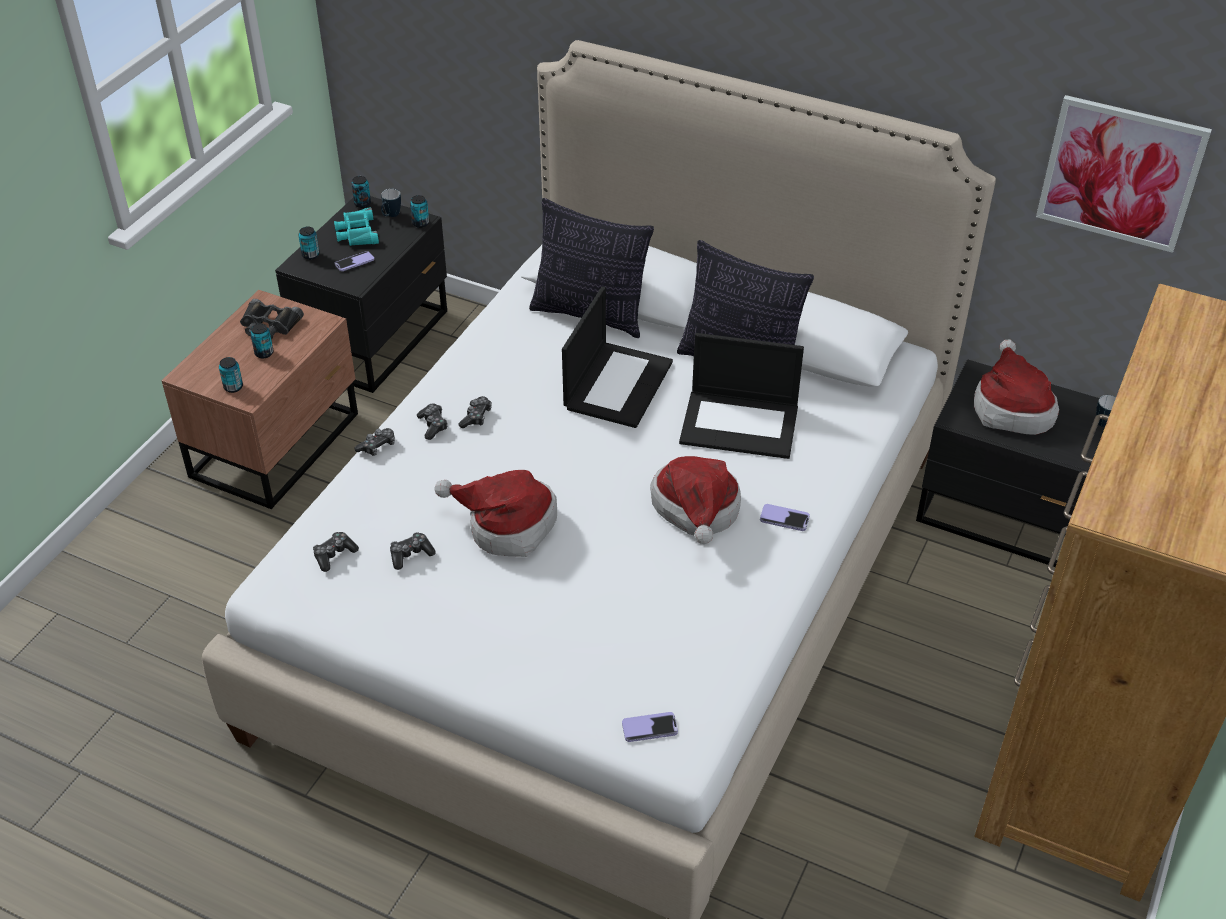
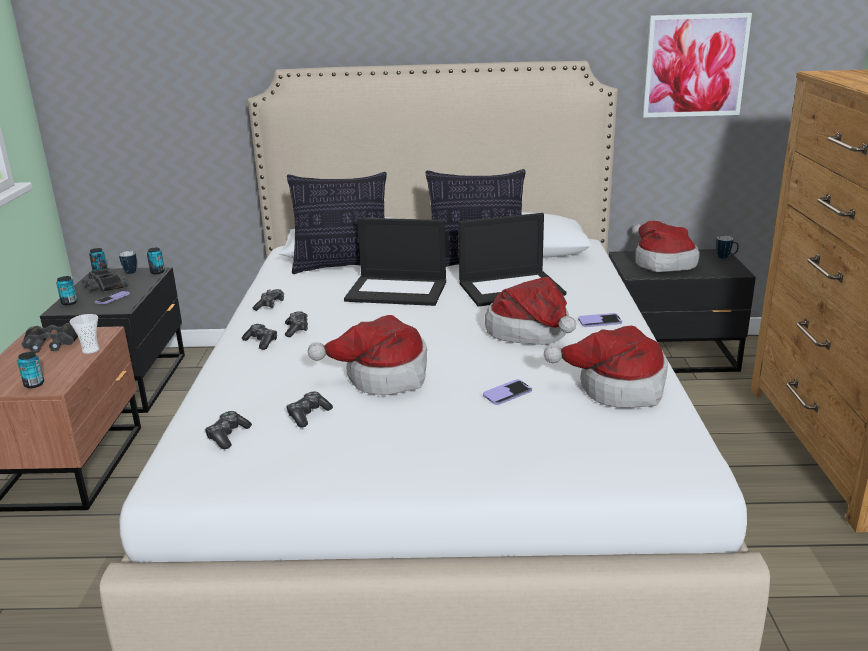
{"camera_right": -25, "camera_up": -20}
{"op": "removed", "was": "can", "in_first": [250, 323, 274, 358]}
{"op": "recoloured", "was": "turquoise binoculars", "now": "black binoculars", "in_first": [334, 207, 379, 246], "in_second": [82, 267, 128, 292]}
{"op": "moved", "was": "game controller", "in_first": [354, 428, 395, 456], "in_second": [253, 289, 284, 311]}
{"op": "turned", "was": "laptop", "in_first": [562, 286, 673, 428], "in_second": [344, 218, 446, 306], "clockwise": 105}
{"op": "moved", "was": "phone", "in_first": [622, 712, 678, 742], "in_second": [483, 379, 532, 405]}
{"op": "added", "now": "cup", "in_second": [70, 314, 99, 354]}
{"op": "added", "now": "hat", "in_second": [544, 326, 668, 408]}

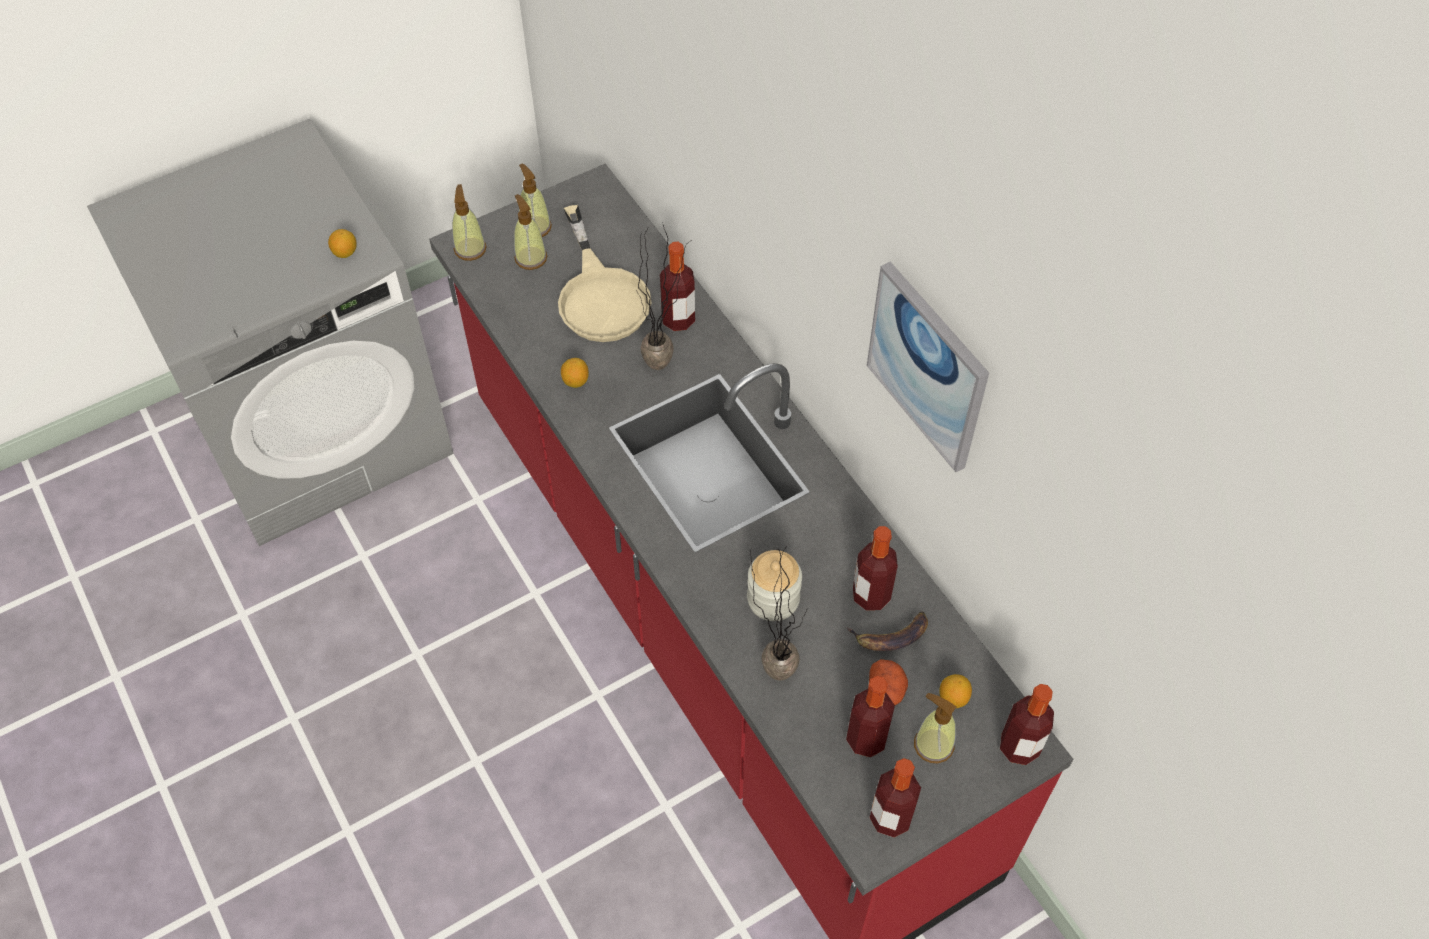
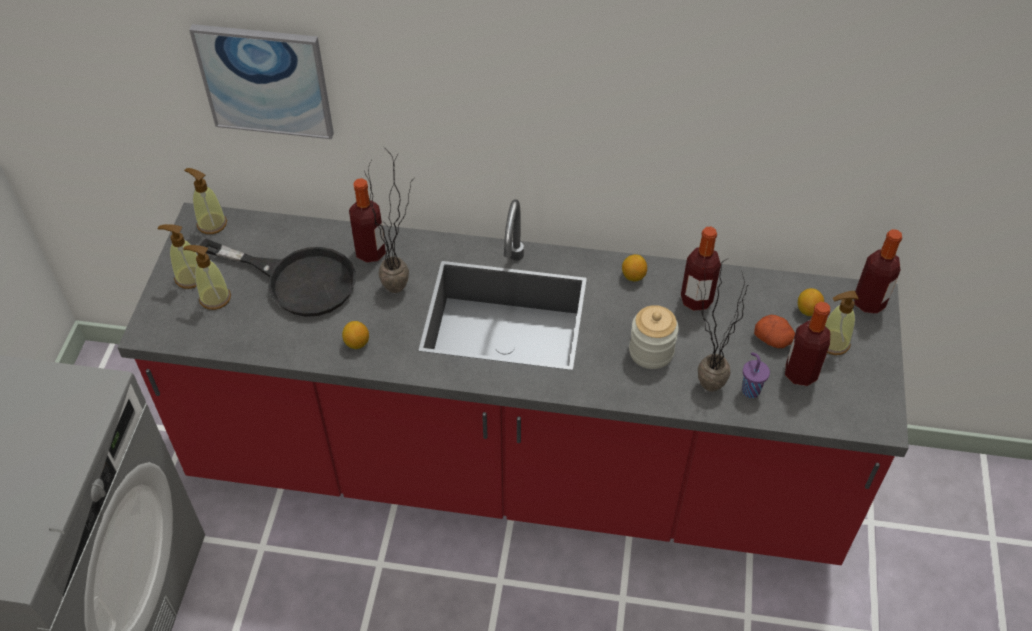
{"camera_right": -50, "camera_up": -5}
{"op": "moved", "was": "lemon", "in_first": [328, 229, 357, 258], "in_second": [622, 254, 647, 281]}
{"op": "moved", "was": "soap dispenser", "in_first": [452, 184, 487, 261], "in_second": [184, 168, 227, 234]}
{"op": "recoloured", "was": "beige frying pan", "now": "black frying pan", "in_first": [558, 205, 652, 342], "in_second": [200, 239, 356, 317]}
{"op": "removed", "was": "banana", "in_first": [847, 611, 928, 651]}
{"op": "moved", "was": "picture", "in_first": [867, 262, 989, 472], "in_second": [189, 24, 334, 139]}
{"op": "removed", "was": "bottle", "in_first": [870, 758, 921, 837]}
{"op": "added", "now": "purple cup", "in_second": [742, 352, 770, 398]}

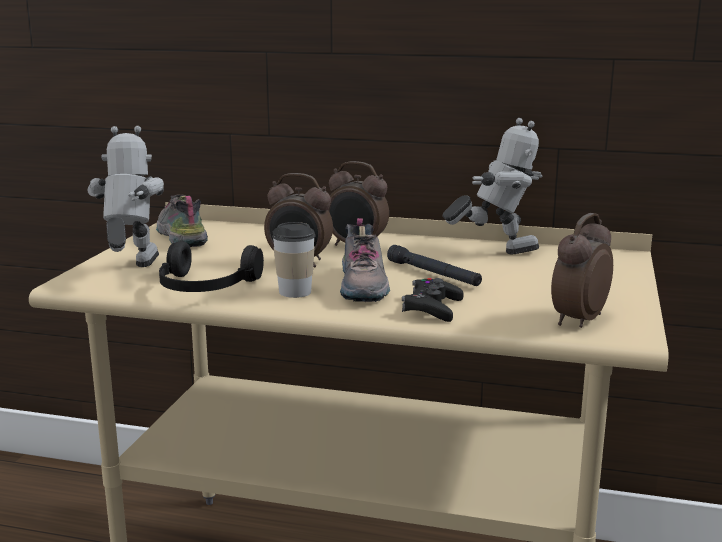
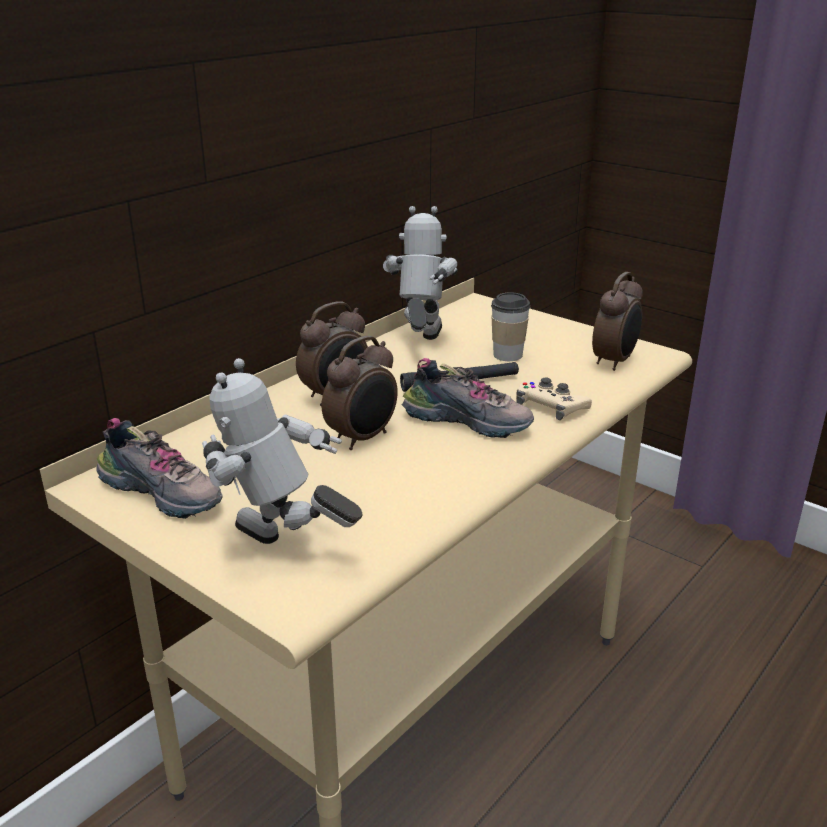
{"camera_right": -65, "camera_up": 10}
{"op": "turned", "was": "shoe", "in_first": [156, 194, 208, 247], "in_second": [97, 418, 222, 519], "clockwise": -150}
{"op": "removed", "was": "black headphones", "in_first": [159, 241, 264, 292]}
{"op": "moved", "was": "cup", "in_first": [272, 222, 316, 298], "in_second": [491, 292, 530, 361]}
{"op": "recoloured", "was": "black game controller", "now": "beige game controller", "in_first": [402, 278, 463, 322], "in_second": [516, 377, 592, 420]}
{"op": "turned", "was": "alarm clock", "in_first": [551, 213, 613, 328], "in_second": [592, 272, 643, 371], "clockwise": -120}

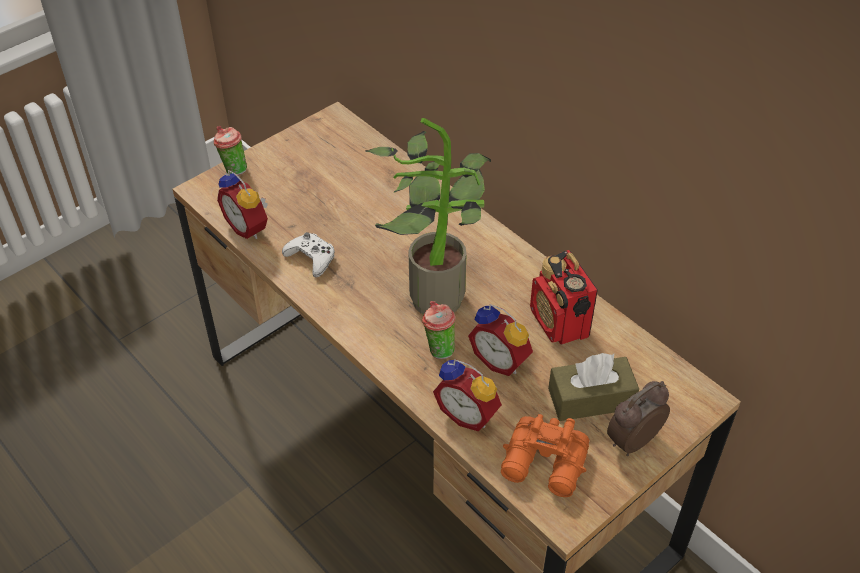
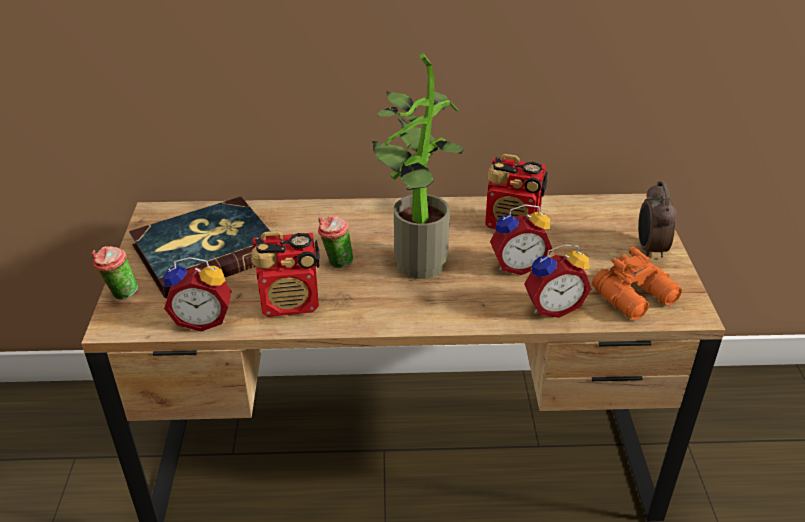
{"camera_right": -50, "camera_up": -10}
{"op": "replaced", "was": "white game controller", "now": "radio", "in_first": [282, 232, 335, 277], "in_second": [251, 231, 320, 317]}
{"op": "moved", "was": "cup", "in_first": [422, 301, 455, 359], "in_second": [318, 215, 354, 268]}
{"op": "removed", "was": "brown tissue box", "in_first": [548, 353, 639, 421]}
{"op": "added", "now": "book", "in_second": [129, 197, 270, 298]}

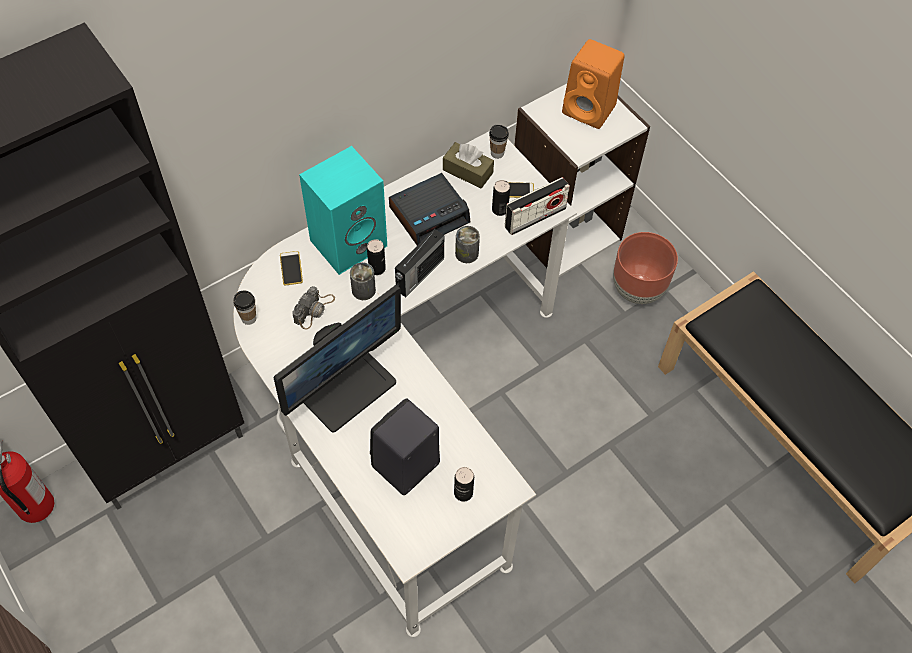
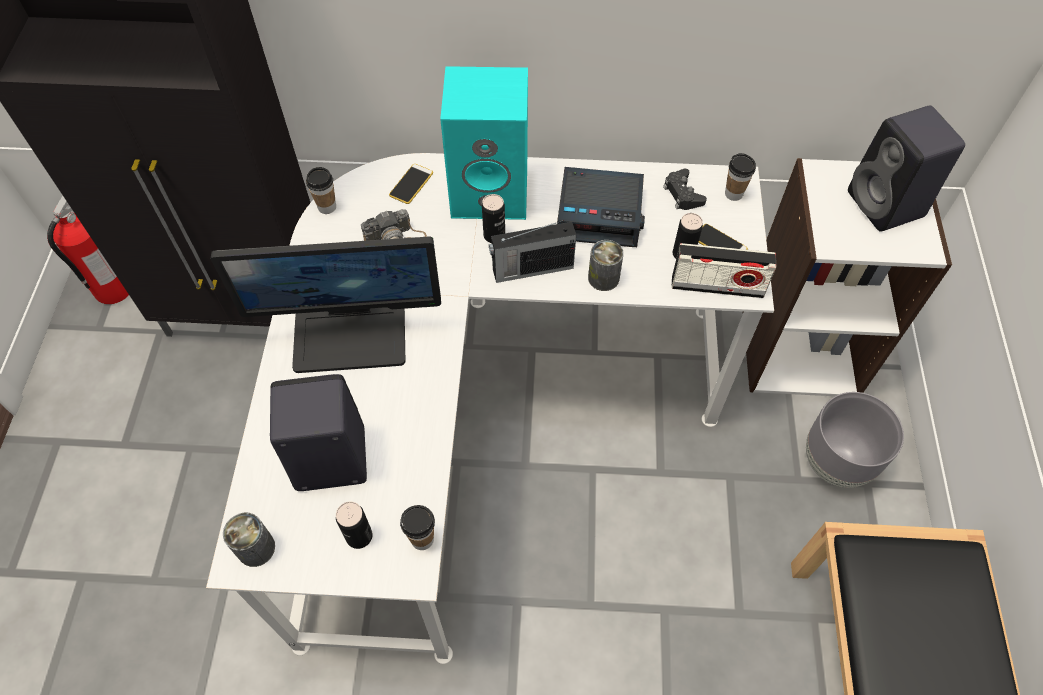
{"camera_right": 40, "camera_up": 0}
{"op": "moved", "was": "can", "in_first": [350, 262, 376, 300], "in_second": [223, 513, 275, 567]}
{"op": "replaced", "was": "brown tissue box", "now": "black game controller", "in_first": [443, 142, 494, 188], "in_second": [663, 169, 707, 210]}
{"op": "recoloured", "was": "orange speaker", "now": "black speaker", "in_first": [562, 39, 625, 129], "in_second": [848, 106, 965, 232]}
{"op": "recoloured", "was": "brown planter", "now": "grey planter", "in_first": [613, 232, 678, 304], "in_second": [806, 392, 904, 488]}
{"op": "added", "now": "cup", "in_second": [400, 505, 435, 550]}

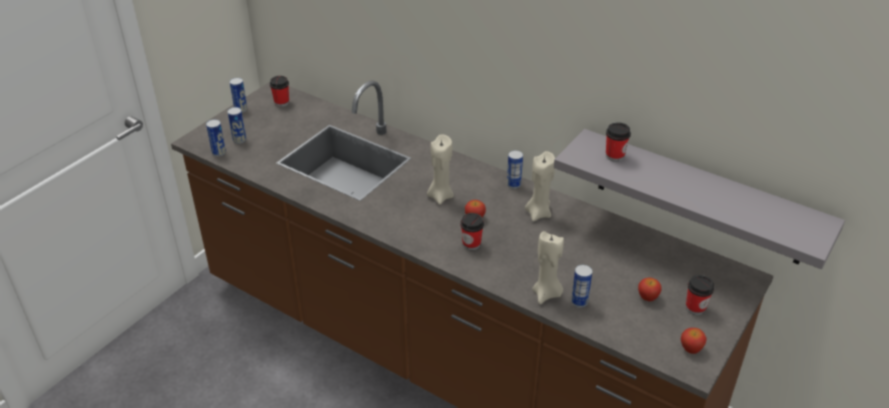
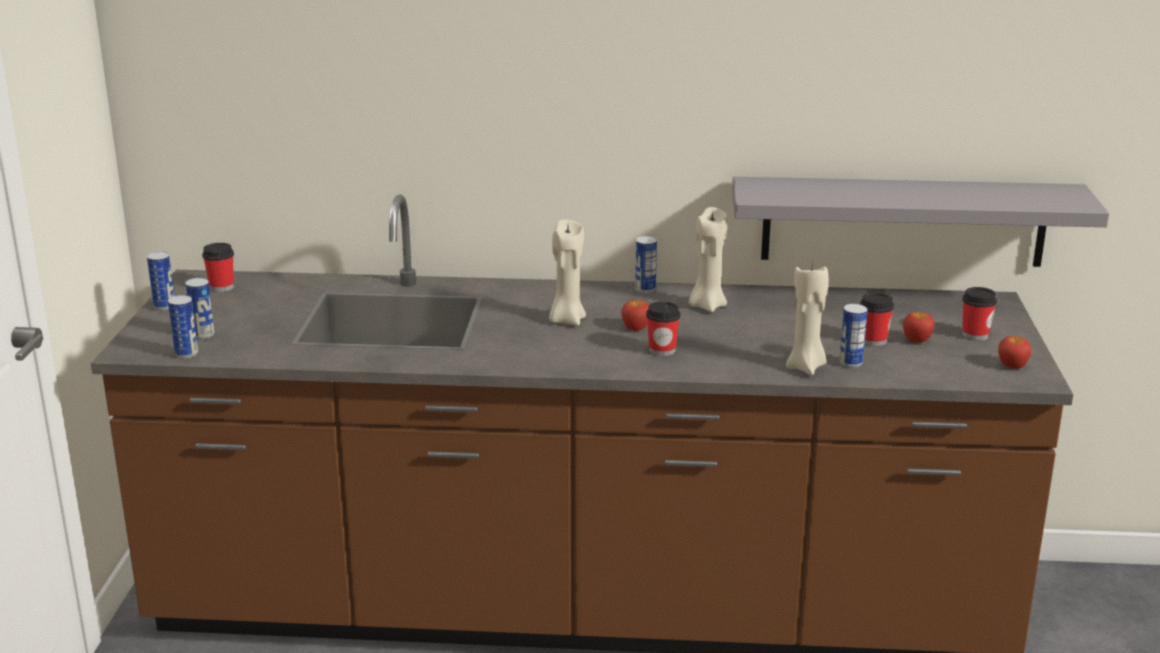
{"camera_right": -30, "camera_up": -15}
{"op": "moved", "was": "cup", "in_first": [606, 122, 631, 162], "in_second": [860, 292, 894, 346]}

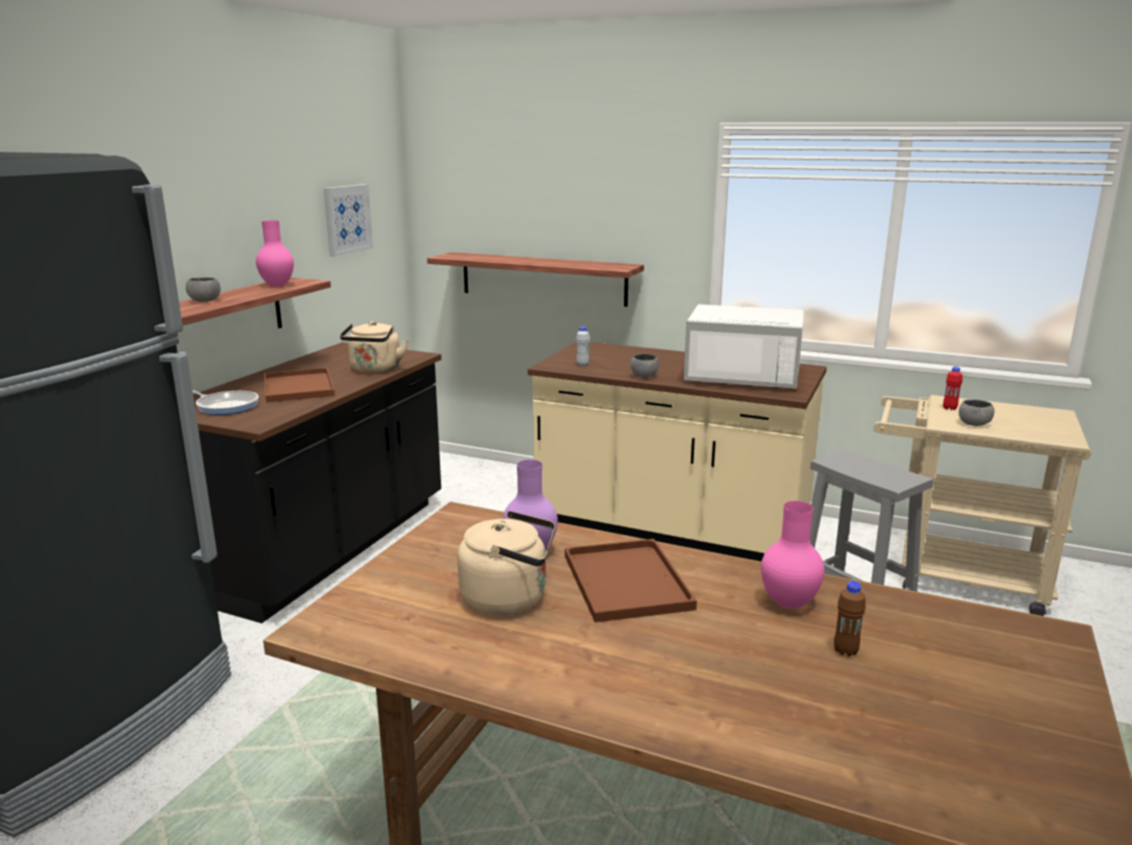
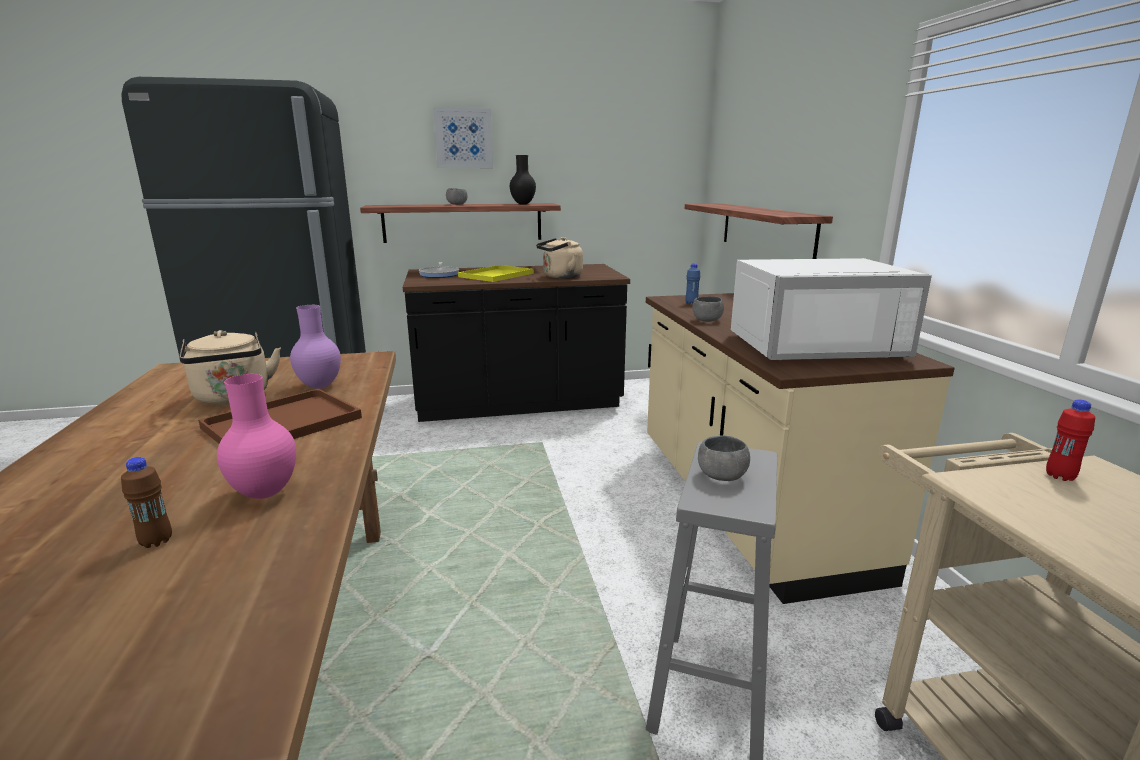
{"camera_right": 55, "camera_up": 0}
{"op": "recoloured", "was": "pink vase", "now": "black vase", "in_first": [256, 220, 294, 287], "in_second": [510, 155, 536, 204]}
{"op": "recoloured", "was": "brown tray", "now": "yellow tray", "in_first": [264, 368, 335, 403], "in_second": [458, 265, 534, 282]}
{"op": "moved", "was": "picture", "in_first": [323, 184, 373, 257], "in_second": [433, 107, 493, 168]}
{"op": "recoloured", "was": "white bottle", "now": "blue bottle", "in_first": [576, 326, 590, 366], "in_second": [685, 263, 700, 305]}
{"op": "turned", "was": "white microwave", "in_first": [684, 304, 804, 389], "in_second": [731, 258, 932, 360], "clockwise": -75}
{"op": "moved", "was": "grey bowl", "in_first": [959, 399, 994, 426], "in_second": [698, 435, 750, 481]}

